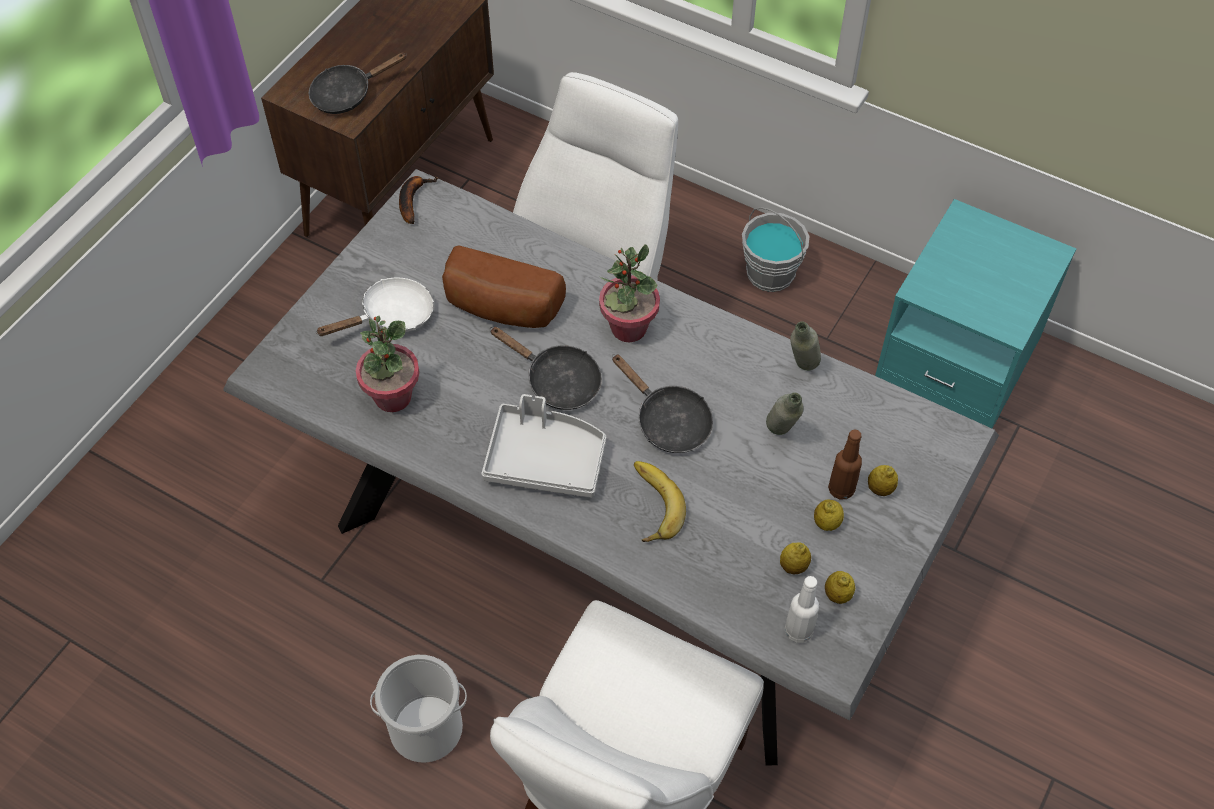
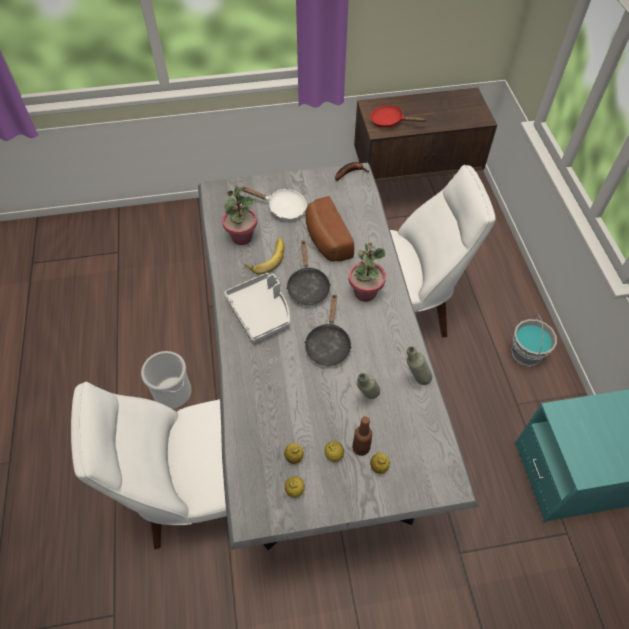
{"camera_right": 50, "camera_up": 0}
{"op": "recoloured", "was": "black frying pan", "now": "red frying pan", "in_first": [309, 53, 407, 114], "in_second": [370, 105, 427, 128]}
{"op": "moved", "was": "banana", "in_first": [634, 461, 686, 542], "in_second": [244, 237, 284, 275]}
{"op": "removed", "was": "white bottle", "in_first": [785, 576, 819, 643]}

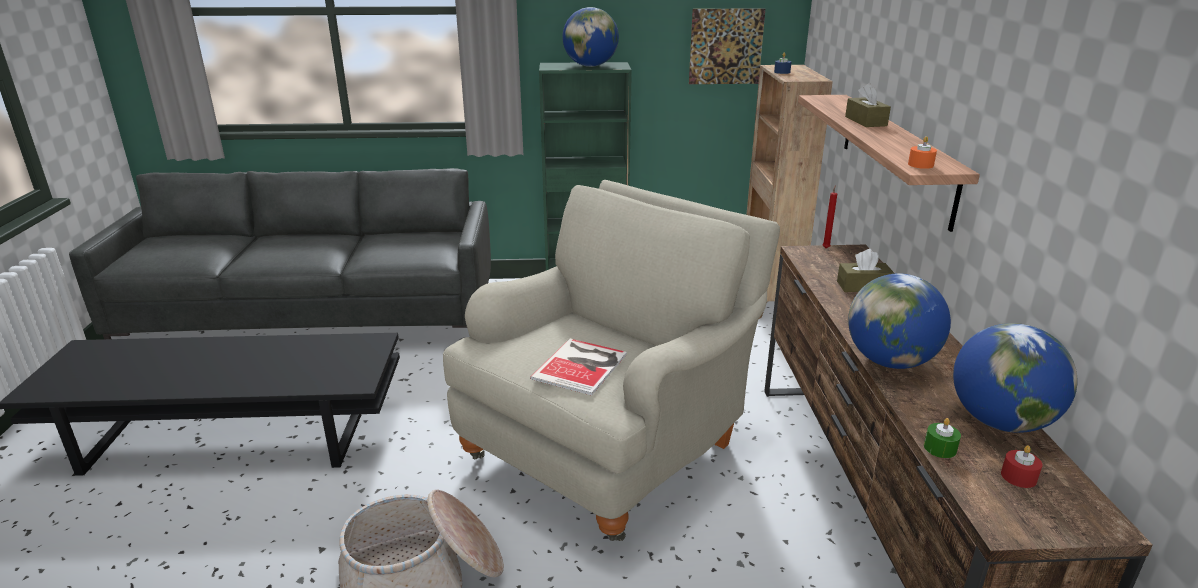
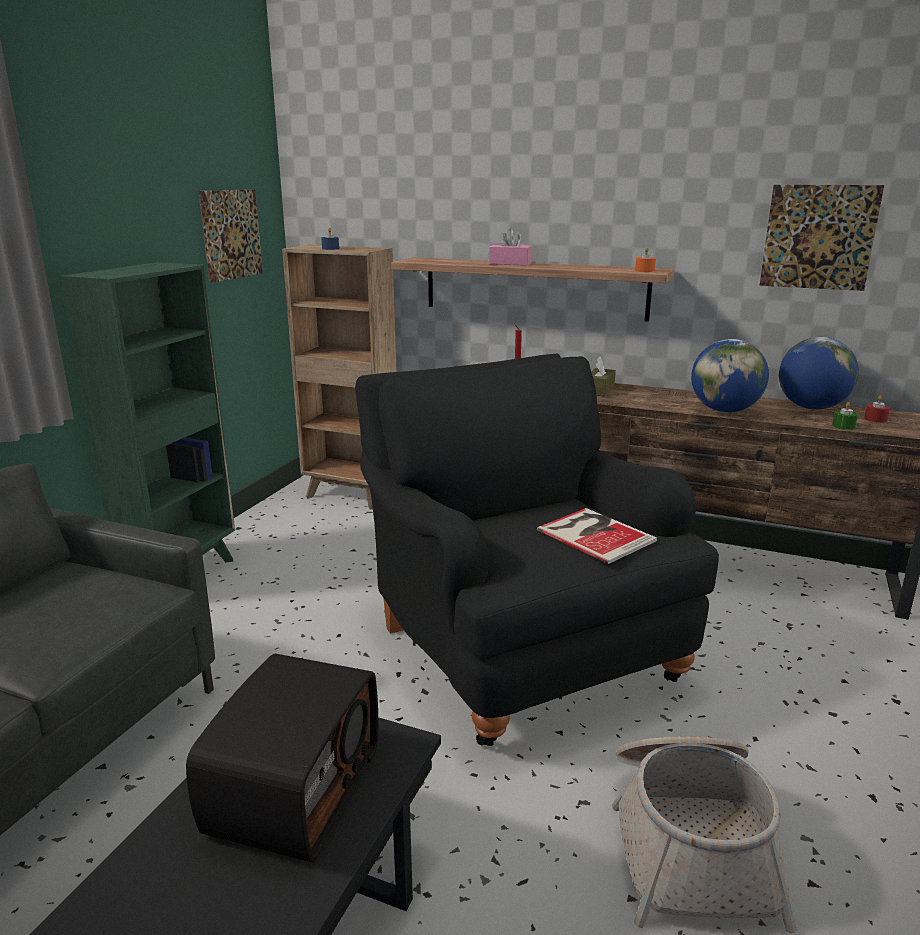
{"camera_right": -65, "camera_up": -5}
{"op": "recoloured", "was": "beige armchair", "now": "black armchair", "in_first": [443, 180, 780, 541], "in_second": [355, 354, 719, 746]}
{"op": "removed", "was": "globe", "in_first": [562, 7, 619, 67]}
{"op": "recoloured", "was": "brown tissue box", "now": "pink tissue box", "in_first": [845, 83, 891, 127], "in_second": [489, 229, 532, 266]}
{"op": "added", "now": "radio", "in_second": [186, 654, 378, 862]}
{"op": "added", "now": "picture", "in_second": [759, 185, 884, 291]}

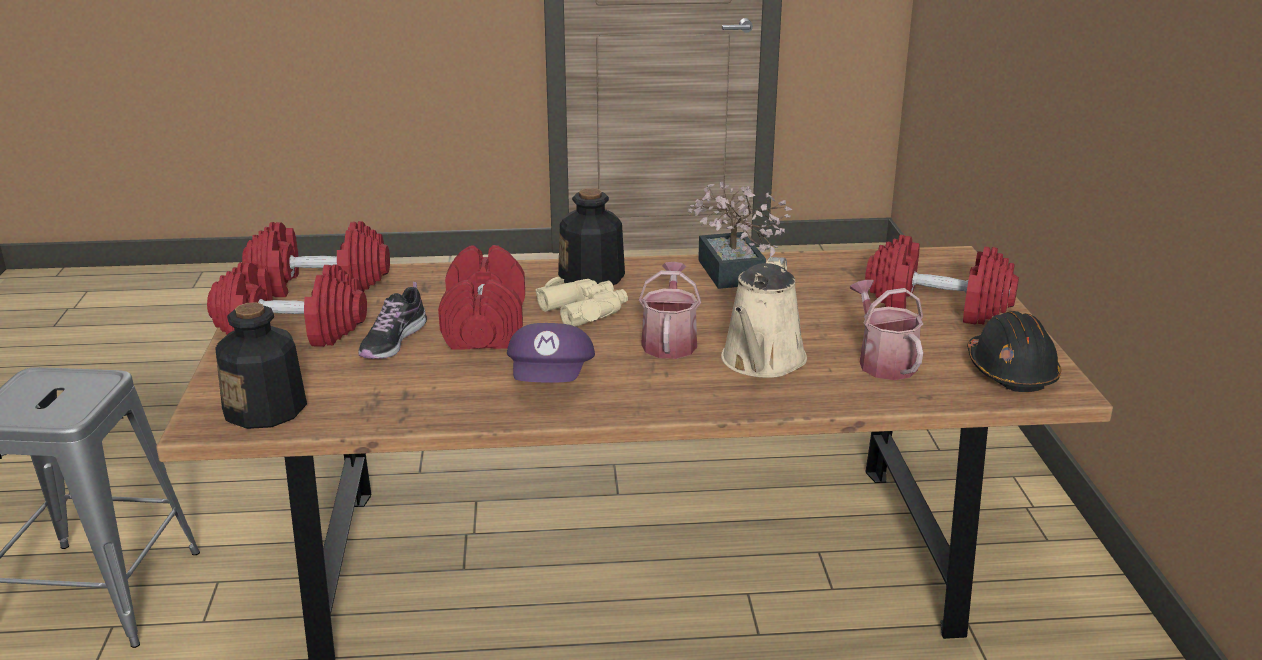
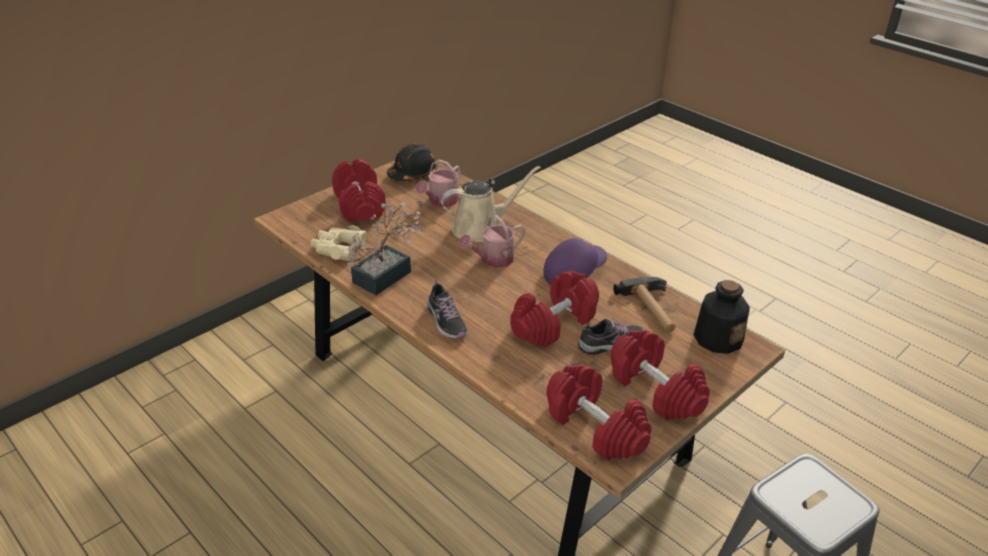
{"camera_right": -130, "camera_up": 10}
{"op": "moved", "was": "beige binoculars", "in_first": [536, 277, 628, 327], "in_second": [310, 225, 367, 261]}
{"op": "replaced", "was": "bottle", "now": "shoe", "in_first": [558, 188, 625, 285], "in_second": [427, 280, 467, 338]}
{"op": "added", "now": "hammer", "in_second": [613, 277, 676, 333]}

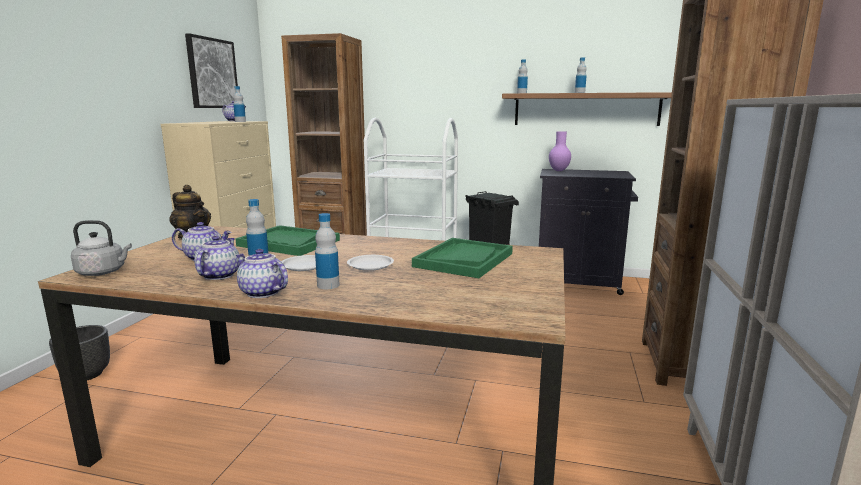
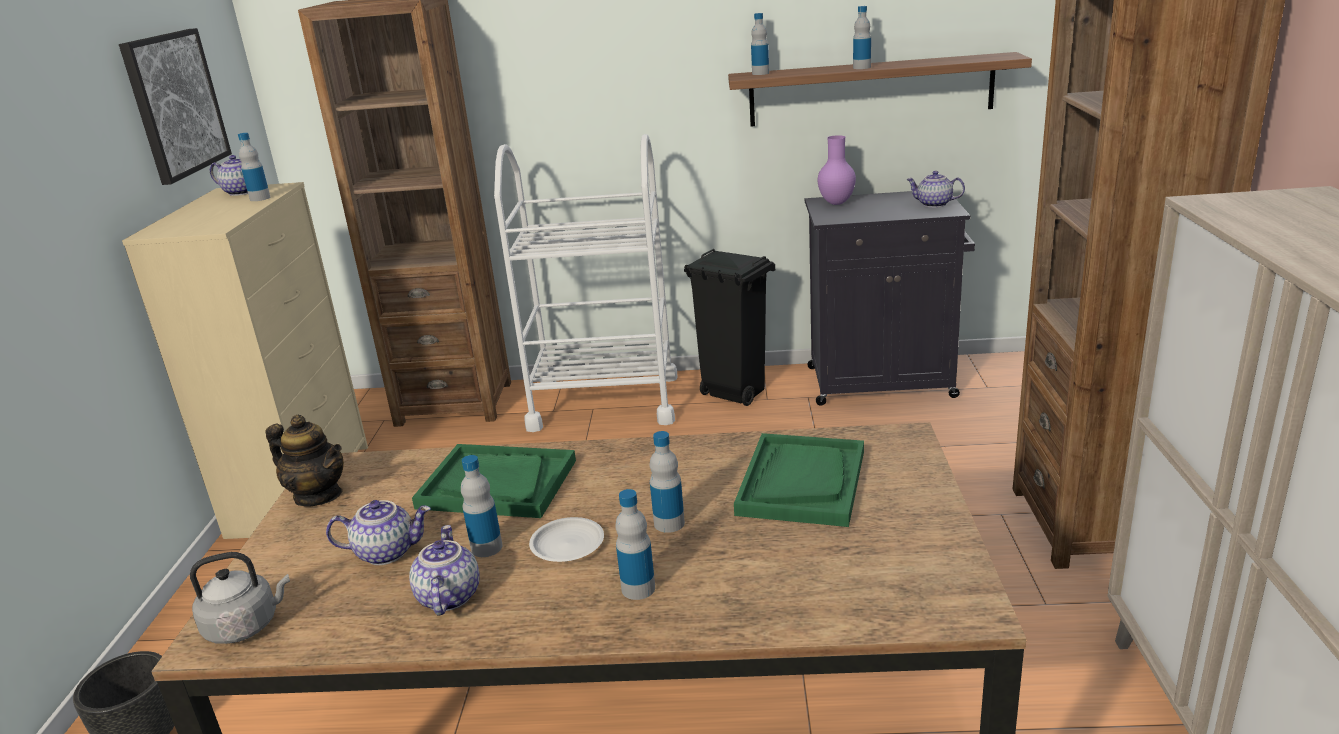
{"camera_right": -10, "camera_up": 10}
{"op": "moved", "was": "teapot", "in_first": [236, 249, 288, 298], "in_second": [906, 171, 965, 208]}
{"op": "replaced", "was": "white plate", "now": "bottle", "in_first": [347, 255, 394, 271], "in_second": [650, 431, 685, 533]}

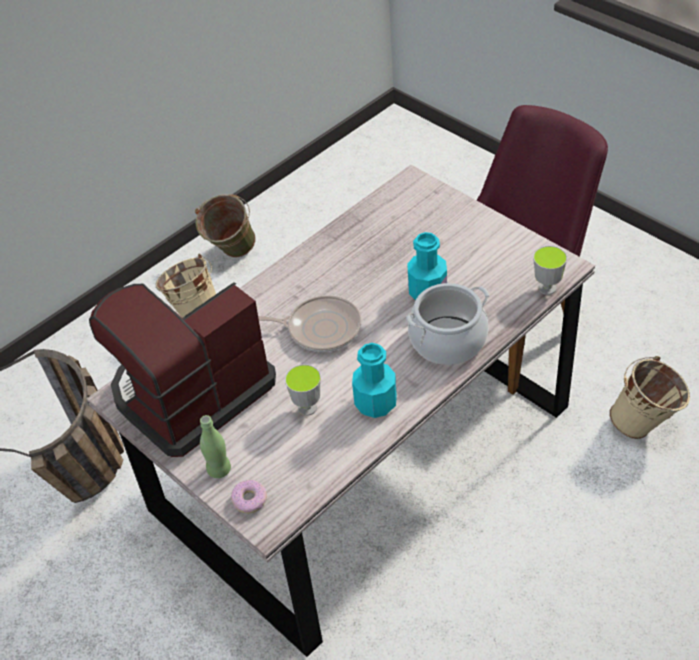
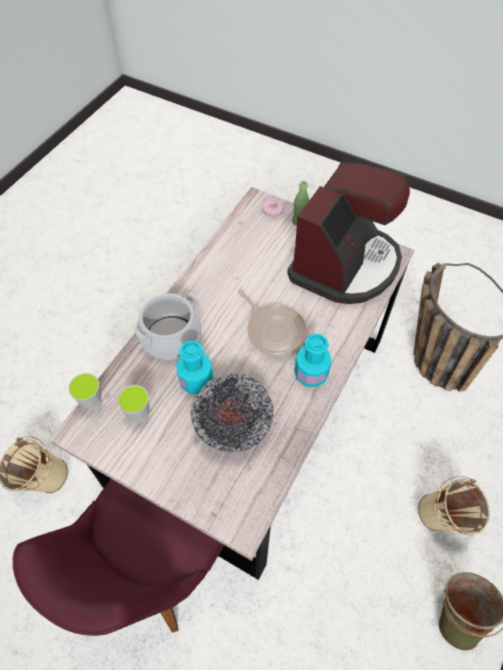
{"camera_right": 160, "camera_up": 10}
{"op": "turned", "was": "frying pan", "in_first": [258, 295, 361, 352], "in_second": [238, 290, 307, 356], "clockwise": -120}
{"op": "moved", "was": "cup", "in_first": [285, 364, 321, 416], "in_second": [118, 385, 150, 423]}
{"op": "moved", "was": "turquoise bottle", "in_first": [352, 343, 397, 418], "in_second": [294, 334, 332, 387]}
{"op": "added", "now": "bowl", "in_second": [190, 373, 274, 452]}

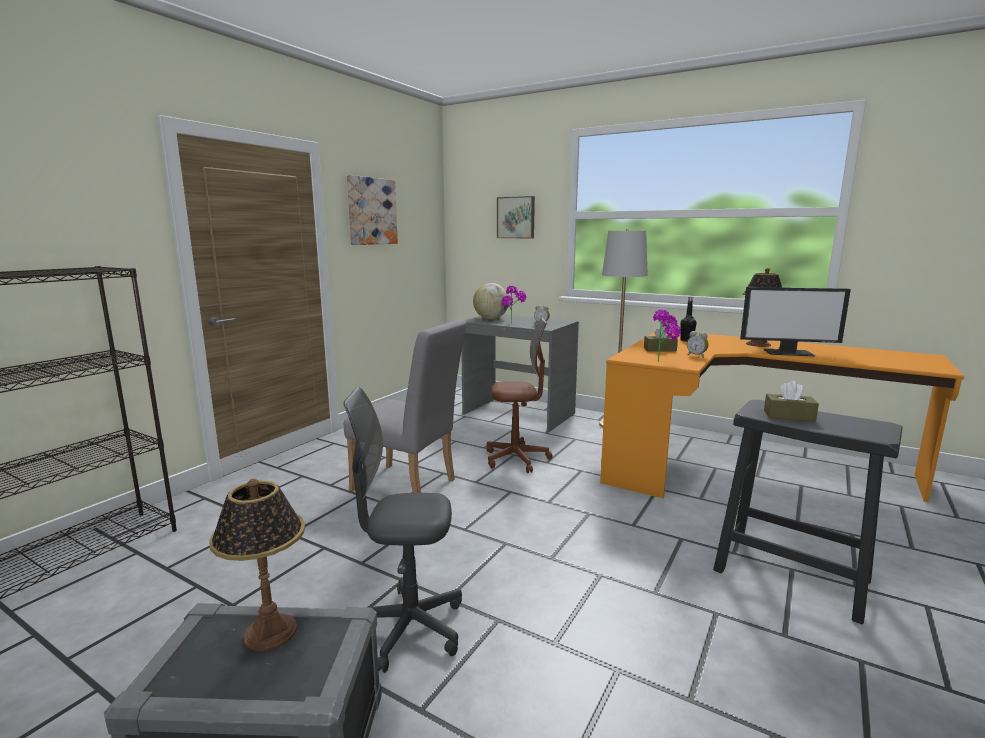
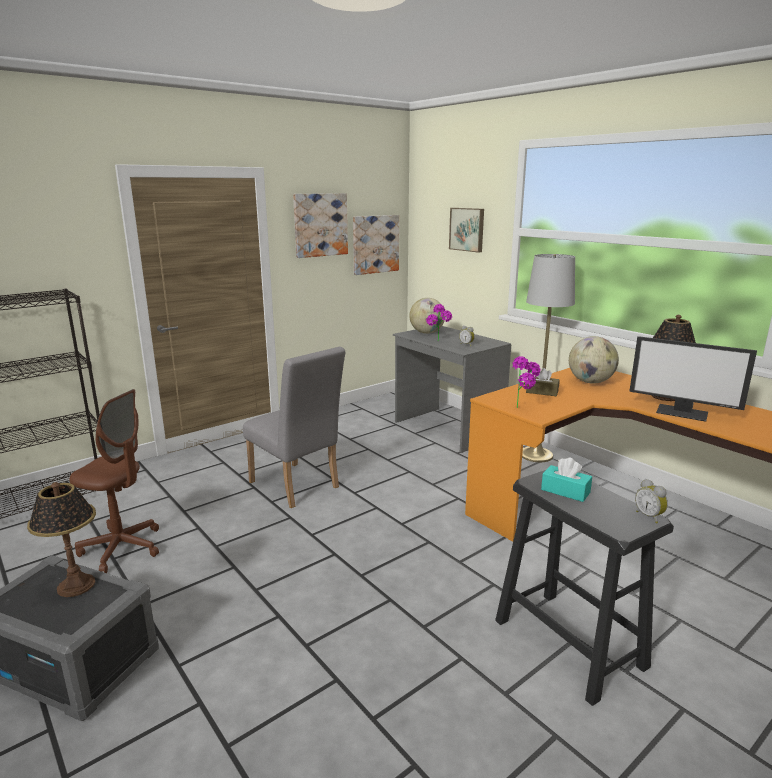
{"camera_right": 20, "camera_up": 5}
{"op": "removed", "was": "grey office chair", "in_first": [343, 387, 462, 673]}
{"op": "moved", "was": "brown office chair", "in_first": [487, 318, 552, 473], "in_second": [69, 389, 159, 573]}
{"op": "replaced", "was": "black bottle", "now": "globe", "in_first": [680, 297, 697, 342], "in_second": [569, 336, 619, 384]}
{"op": "moved", "was": "alarm clock", "in_first": [687, 331, 709, 358], "in_second": [635, 479, 668, 523]}
{"op": "recoloured", "was": "brown tissue box", "now": "turquoise tissue box", "in_first": [764, 380, 819, 422], "in_second": [541, 457, 592, 502]}
{"op": "added", "now": "picture", "in_second": [353, 215, 399, 275]}

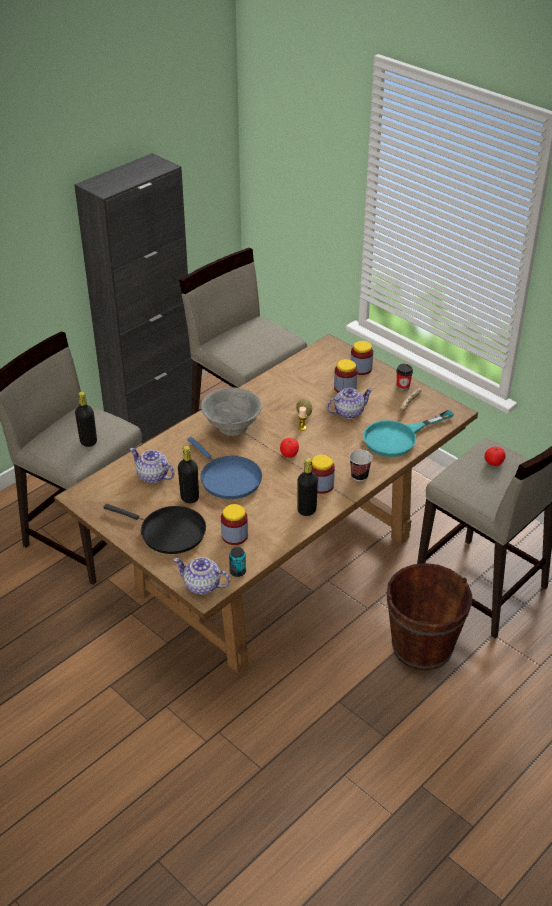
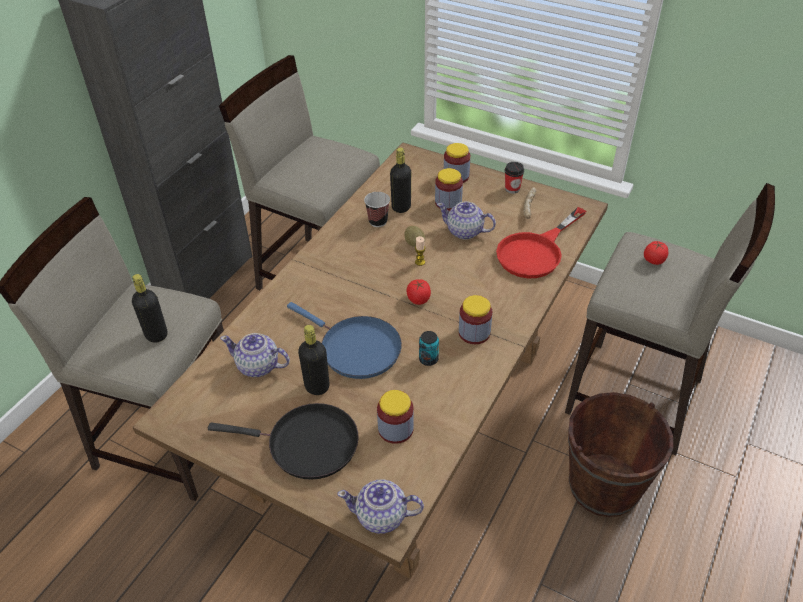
{"camera_right": -15, "camera_up": 5}
{"op": "removed", "was": "grey bowl", "in_first": [201, 388, 262, 436]}
{"op": "moved", "was": "can", "in_first": [229, 547, 246, 577], "in_second": [419, 331, 439, 366]}
{"op": "moved", "was": "black bottle", "in_first": [297, 458, 318, 516], "in_second": [390, 147, 411, 213]}
{"op": "turned", "was": "teapot", "in_first": [326, 388, 373, 419], "in_second": [437, 201, 496, 240], "clockwise": -120}
{"op": "moved", "was": "cup", "in_first": [349, 450, 373, 481], "in_second": [364, 192, 390, 227]}
{"op": "recoloured", "was": "turquoise frying pan", "now": "red frying pan", "in_first": [363, 410, 454, 457], "in_second": [496, 207, 586, 278]}

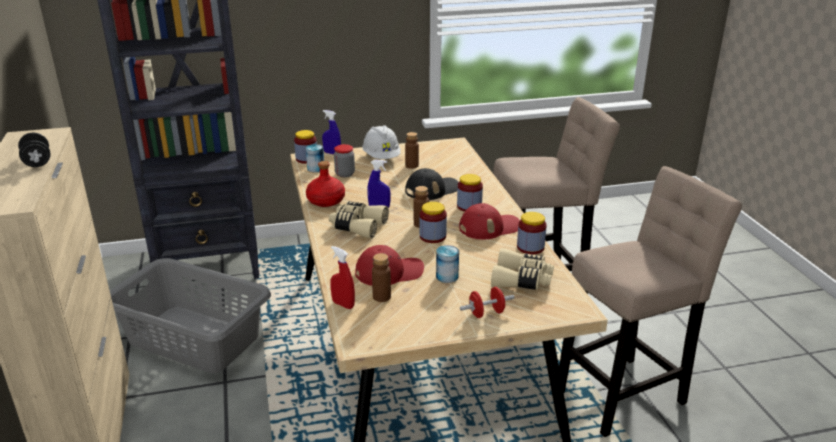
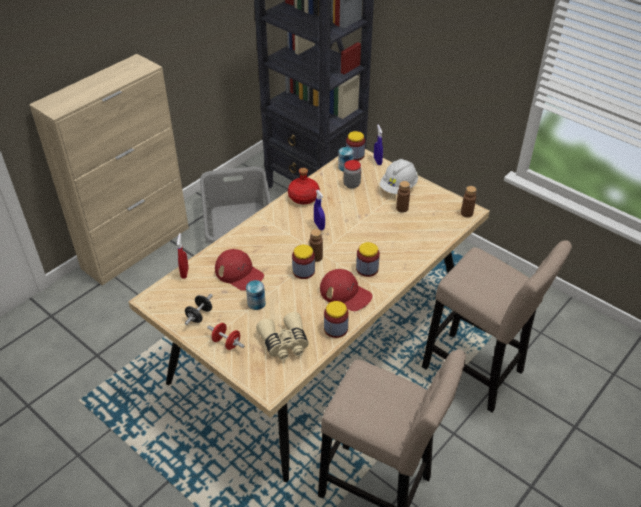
{"camera_right": 55, "camera_up": 15}
{"op": "moved", "was": "black dumbbell", "in_first": [18, 133, 51, 167], "in_second": [185, 294, 213, 325]}
{"op": "removed", "was": "beige binoculars", "in_first": [329, 201, 389, 239]}
{"op": "moved", "was": "brown bottle", "in_first": [372, 253, 391, 302], "in_second": [461, 186, 476, 217]}
{"op": "removed", "was": "black cap", "in_first": [405, 168, 458, 200]}

